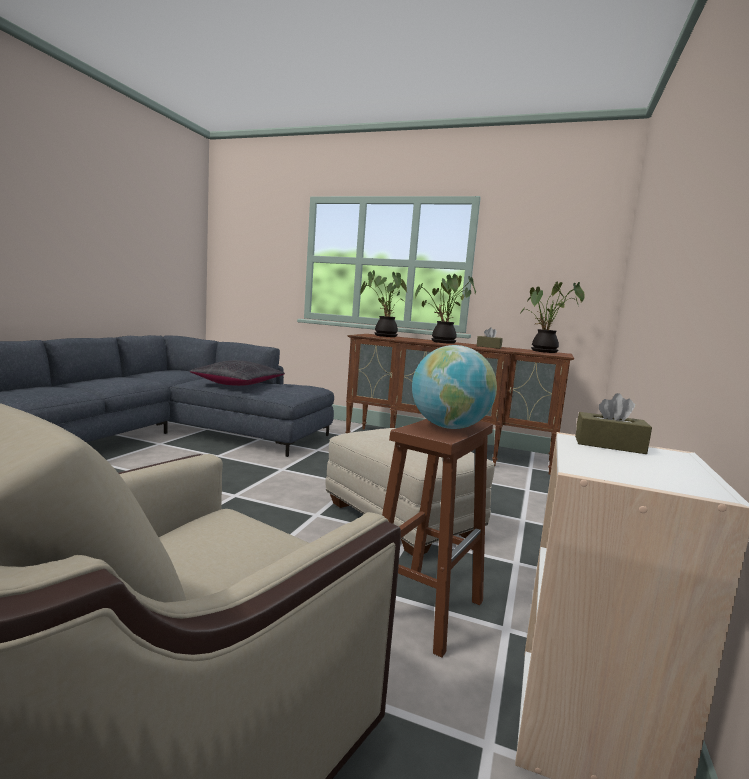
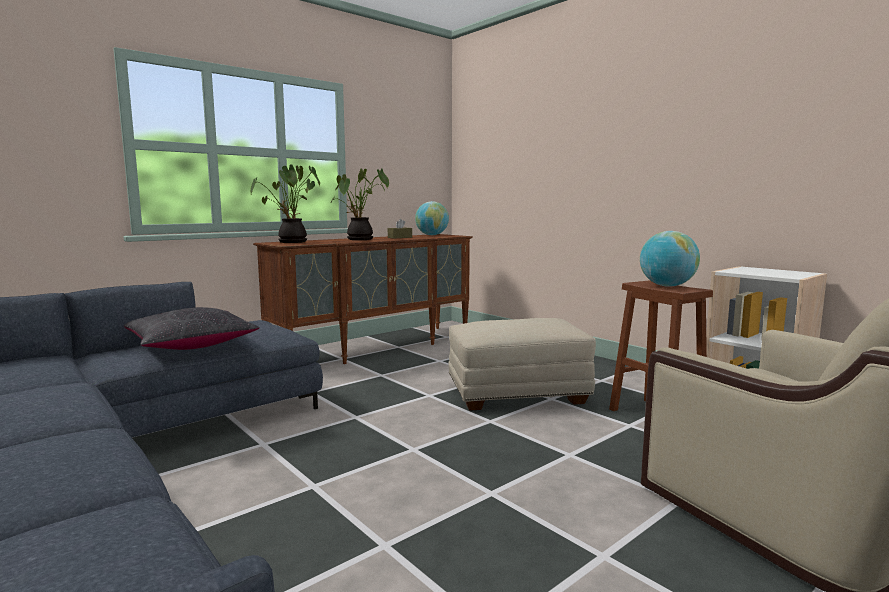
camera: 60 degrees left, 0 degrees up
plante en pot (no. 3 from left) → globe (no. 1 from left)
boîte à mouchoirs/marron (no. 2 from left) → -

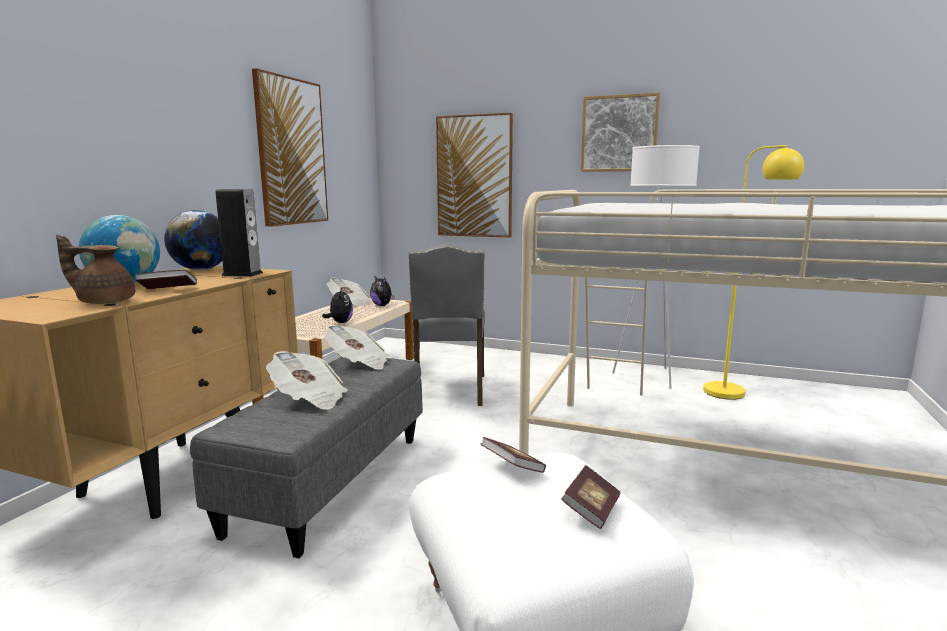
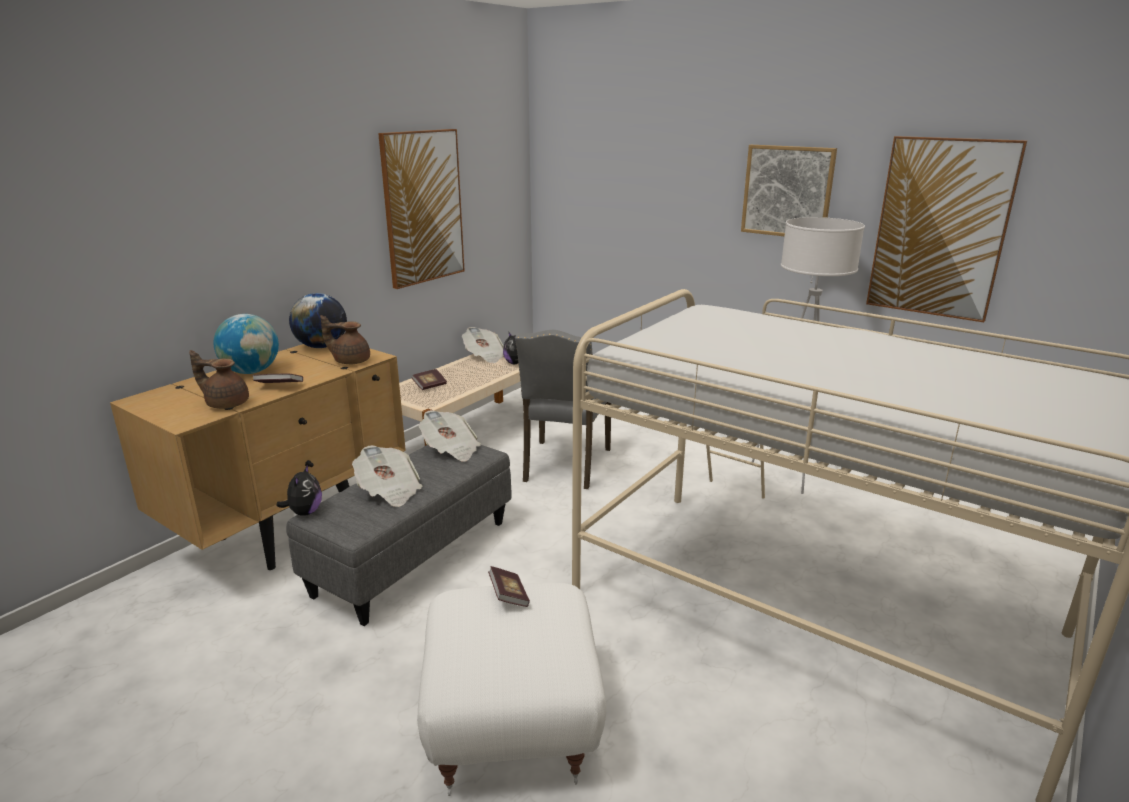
camera: 15 degrees right, 10 degrees up
tableau (no. 2 from left in the first image) → tableau (no. 3 from left), shifted
lampadaire/jaune → -
enceinte → théière/marron (no. 2 from left)
peluche (no. 1 from left), shifted
livre (no. 3 from left in the first image) → livre (no. 2 from left), shifted

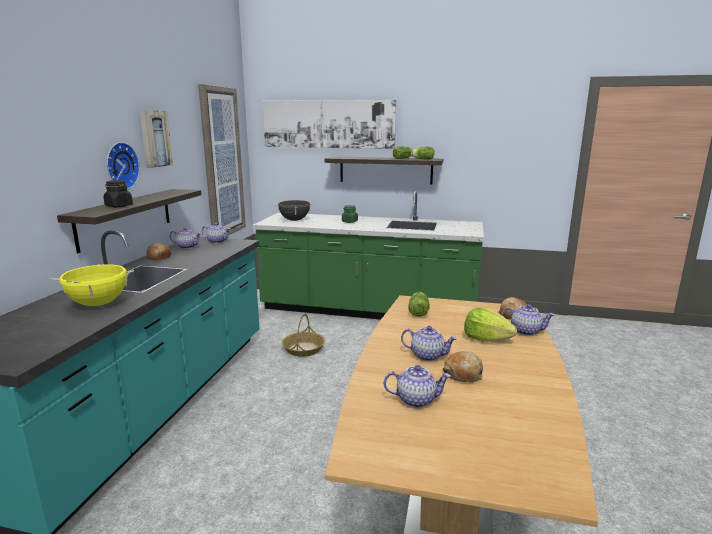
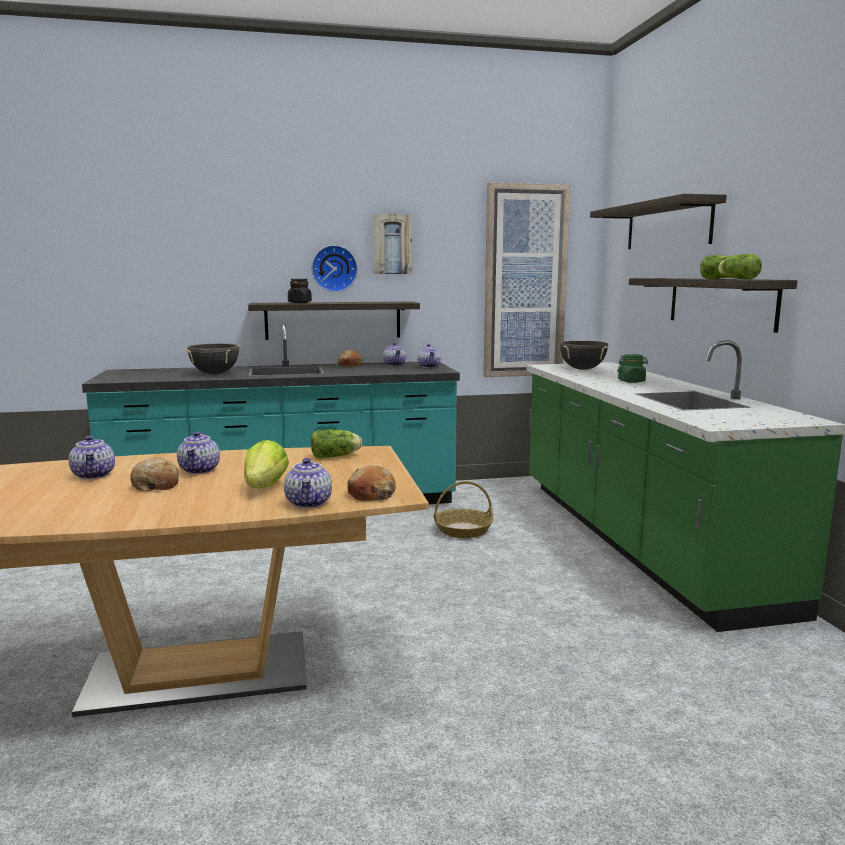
camera: 65 degrees right, 5 degrees down
tableau (no. 3 from left) → étagère (no. 2 from left)
marmite/jaune → marmite/noir (no. 1 from left)

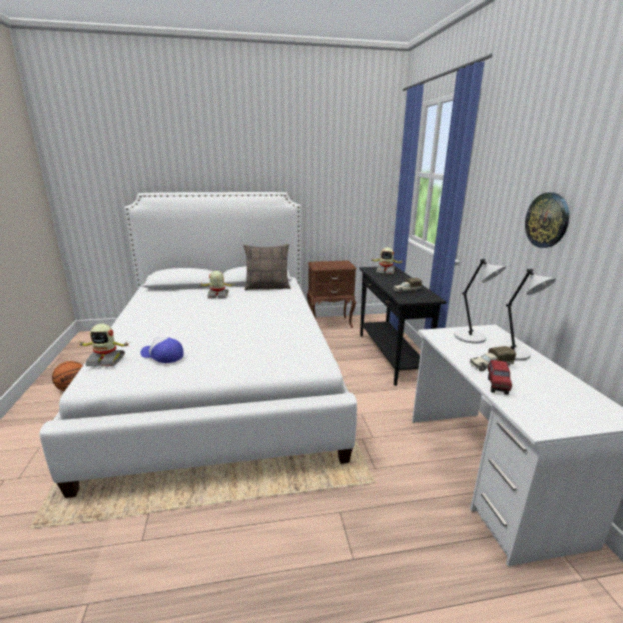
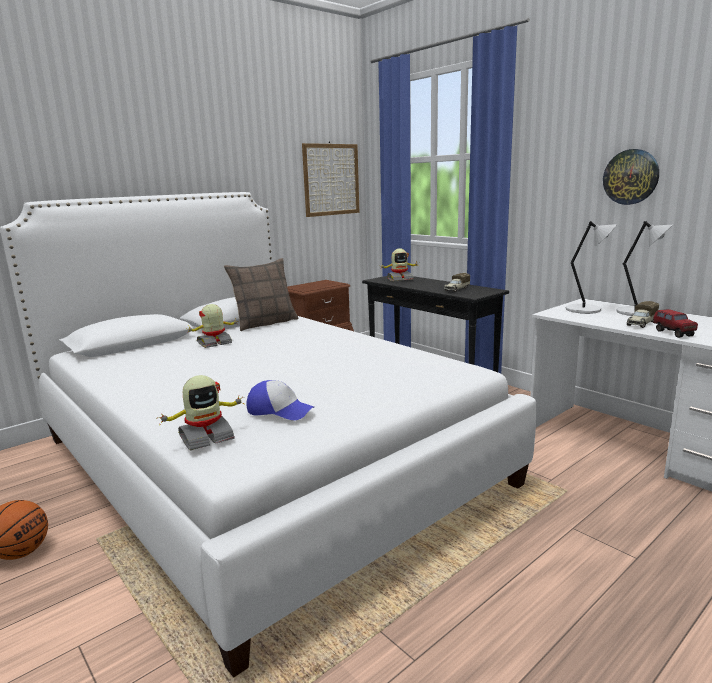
camera: 30 degrees left, 5 degrees down
casquette, 150 degrees counterclockwise
- → tableau

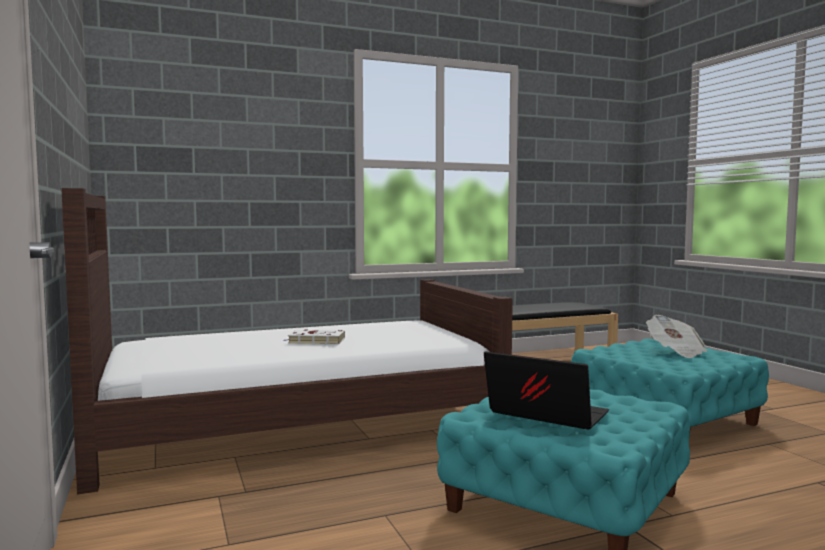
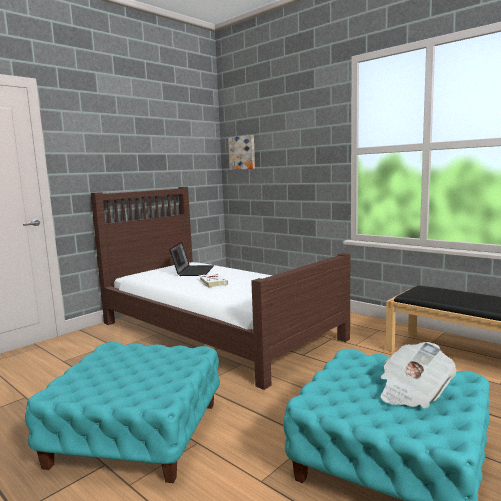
camera: 65 degrees right, 5 degrees up
ordinateur portable, shifted
- → tableau

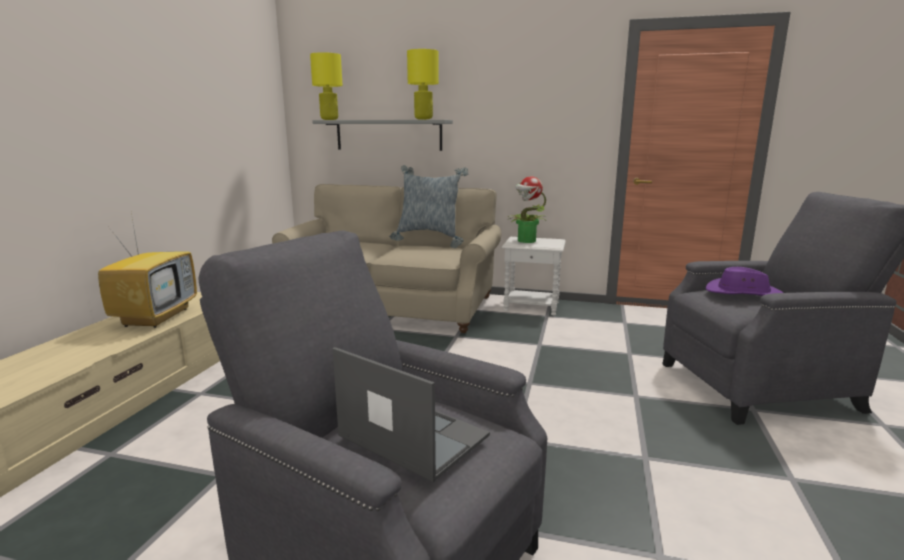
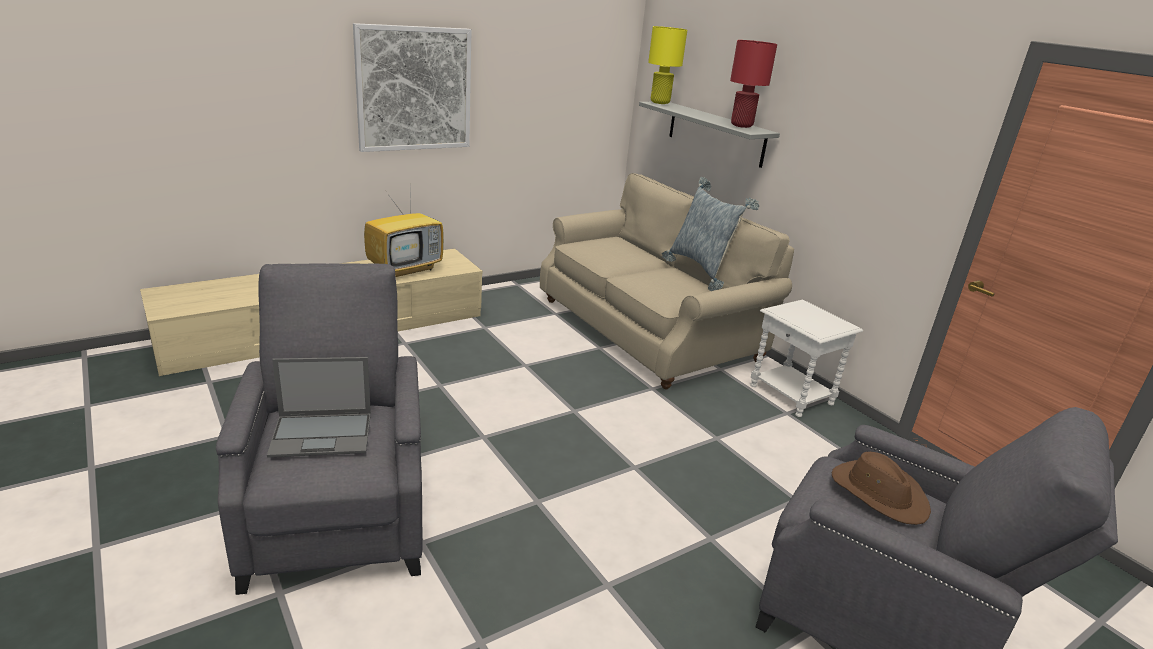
camera: 40 degrees right, 10 degrees up
lampe de table/jaune (no. 2 from left) → lampe de table/rouge
plante en pot → -
chapeau/violet → chapeau/marron
ordinateur portable, 90 degrees clockwise
- → tableau

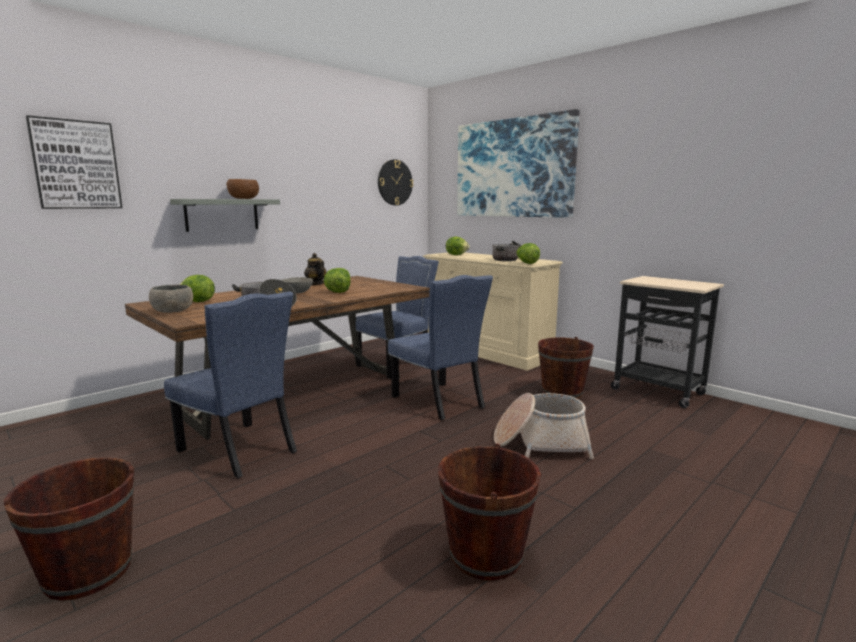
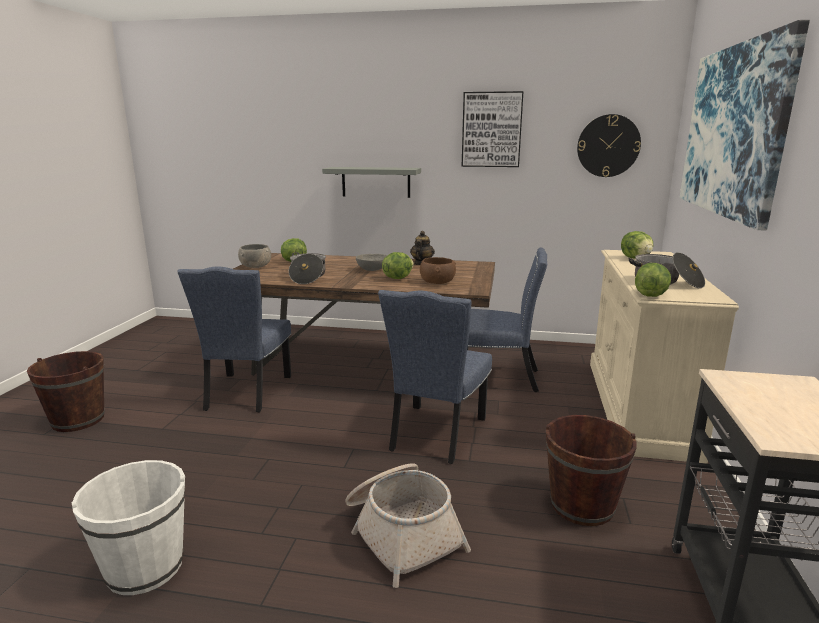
camera: 55 degrees right, 5 degrees up
tableau (no. 1 from left), shifted
bol/marron, shifted
seau/marron (no. 2 from left) → seau/blanc

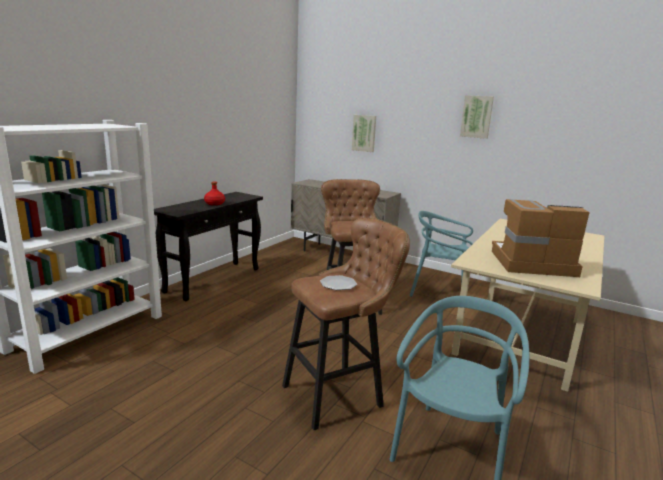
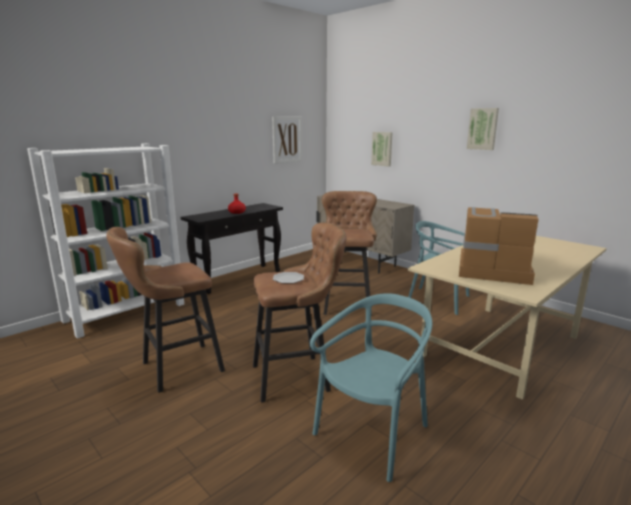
camera: 15 degrees right, 0 degrees up
- → tableau (no. 1 from left)
- → tabouret/marron (no. 1 from left)

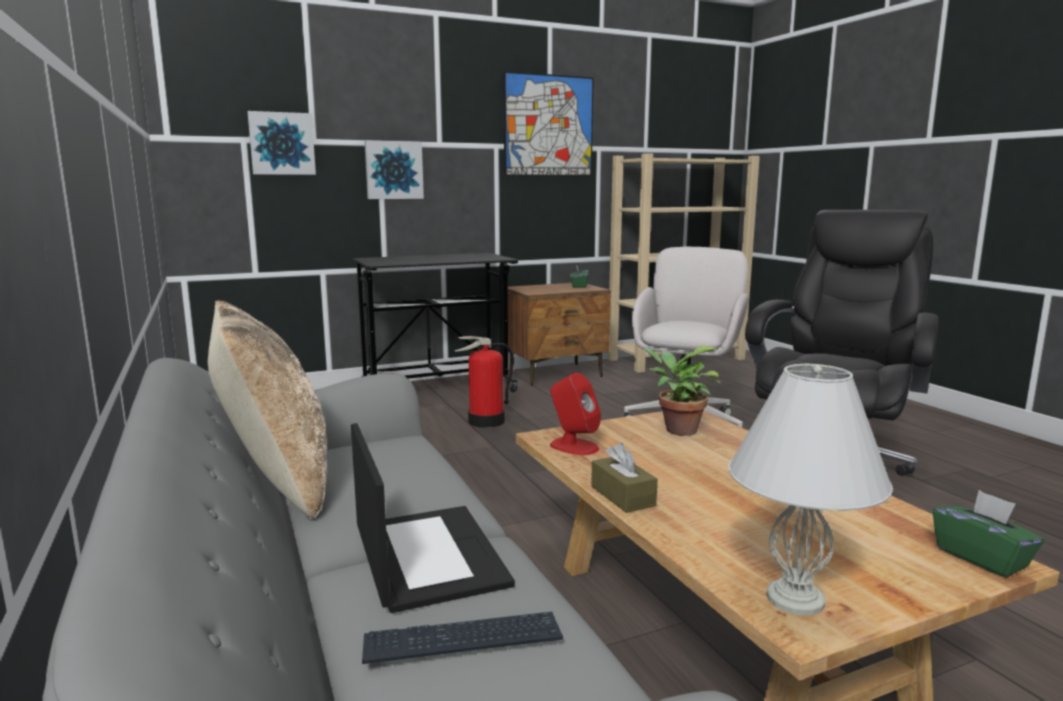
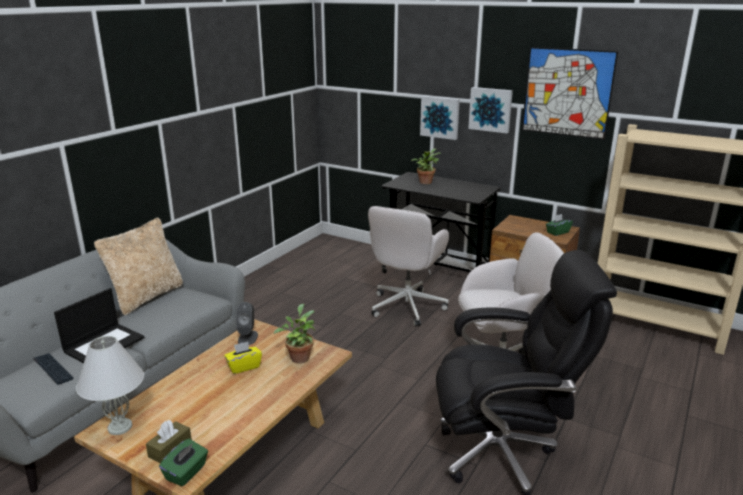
camera: 55 degrees right, 10 degrees up
tableau (no. 1 from left in the first image) → tableau (no. 2 from left), shifted
extincteur → chaise de bureau/blanc (no. 1 from left)
enceinte/rouge → enceinte/gris
boîte à mouchoirs/marron, shifted
- → plante en pot (no. 2 from left)
- → boîte à mouchoirs/jaune

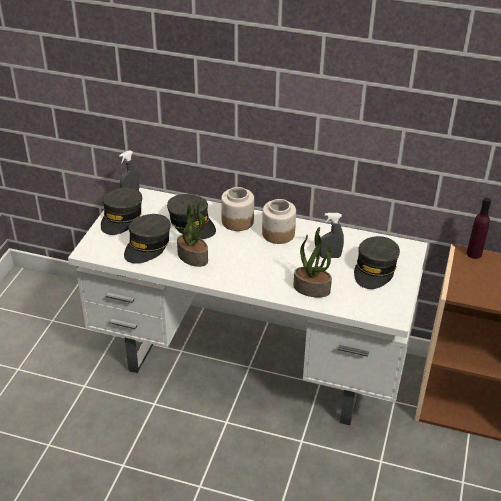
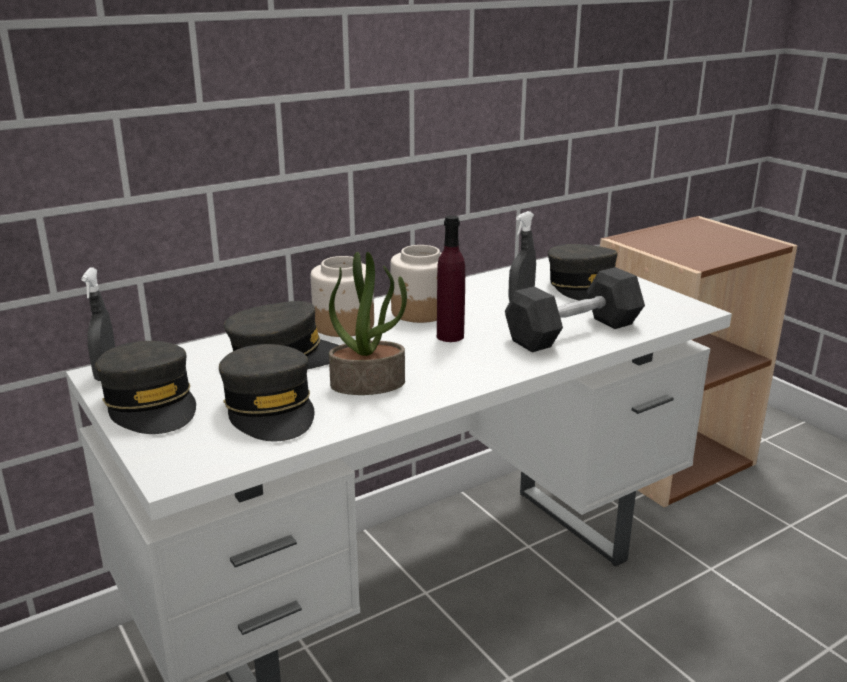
camera: 50 degrees left, 15 degrees down
bouteille/violet, shifted
plante en pot (no. 2 from left) → haltère/noir

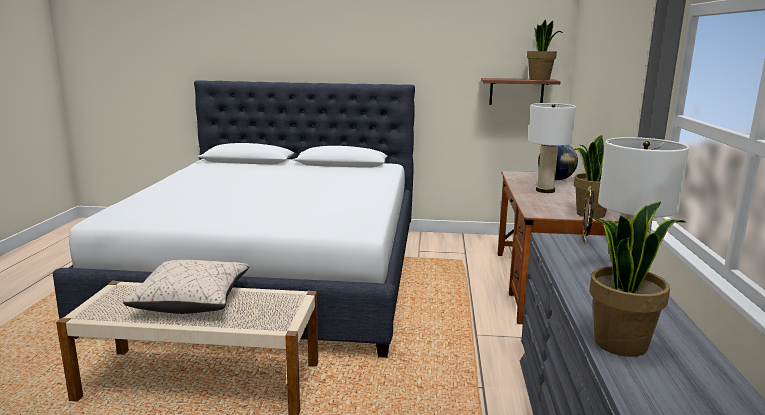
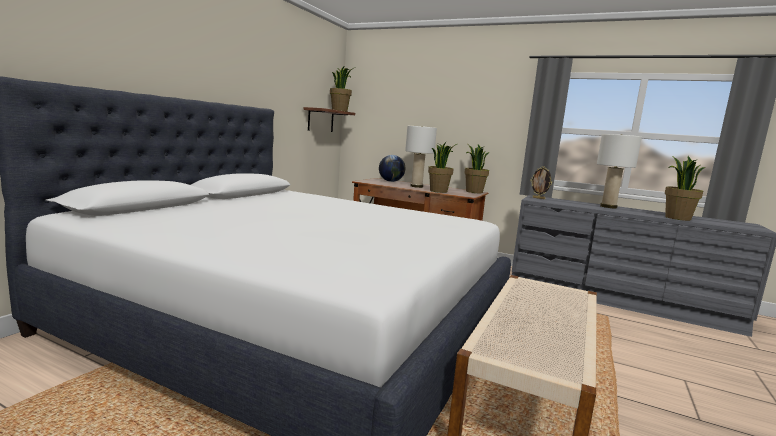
camera: 70 degrees left, 5 degrees down
coussin/beige → -
- → plante en pot (no. 2 from left)

